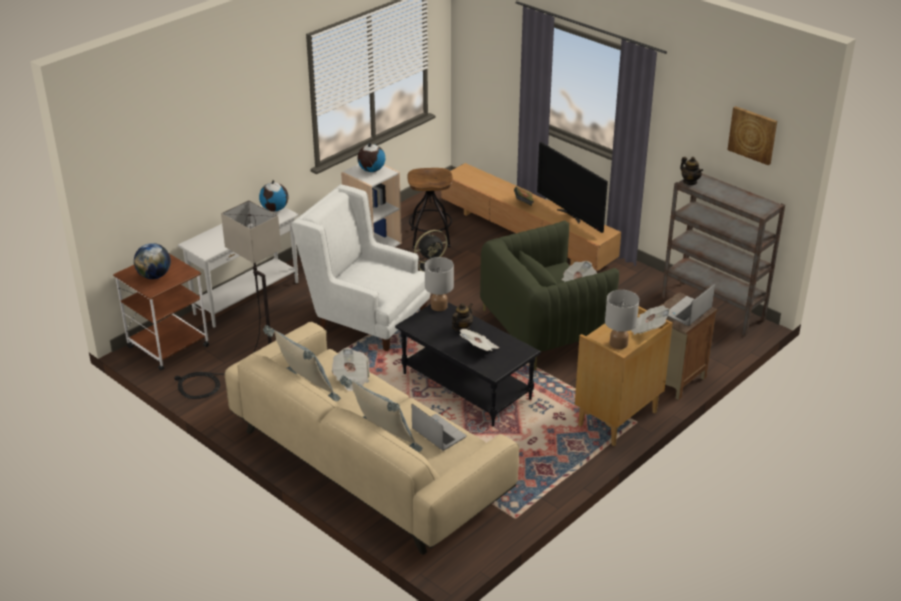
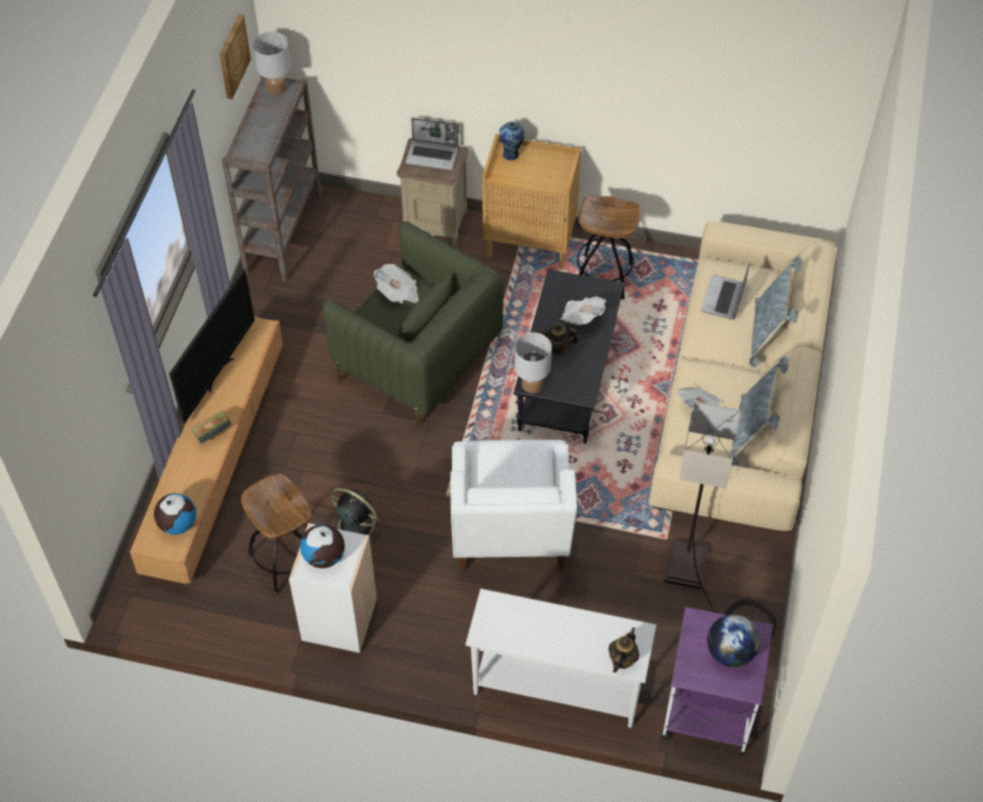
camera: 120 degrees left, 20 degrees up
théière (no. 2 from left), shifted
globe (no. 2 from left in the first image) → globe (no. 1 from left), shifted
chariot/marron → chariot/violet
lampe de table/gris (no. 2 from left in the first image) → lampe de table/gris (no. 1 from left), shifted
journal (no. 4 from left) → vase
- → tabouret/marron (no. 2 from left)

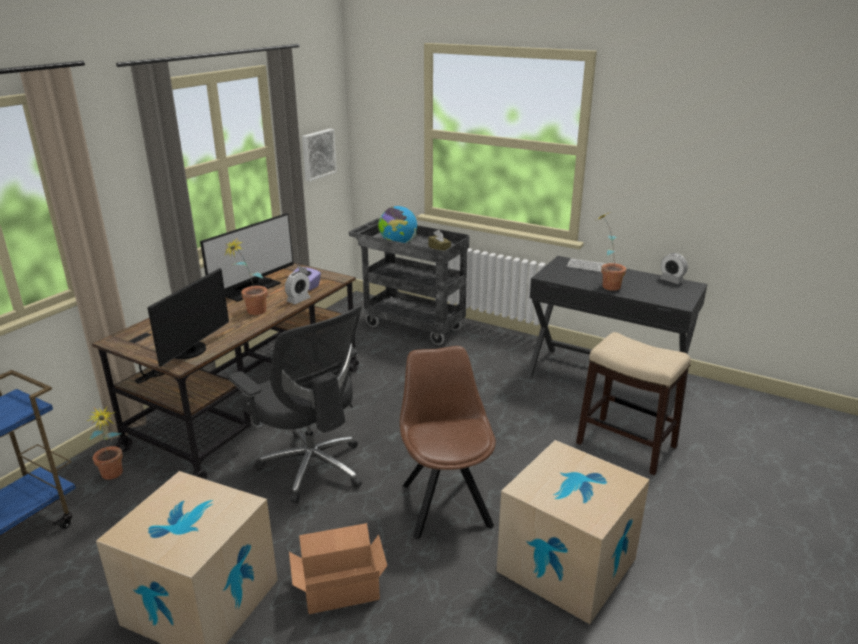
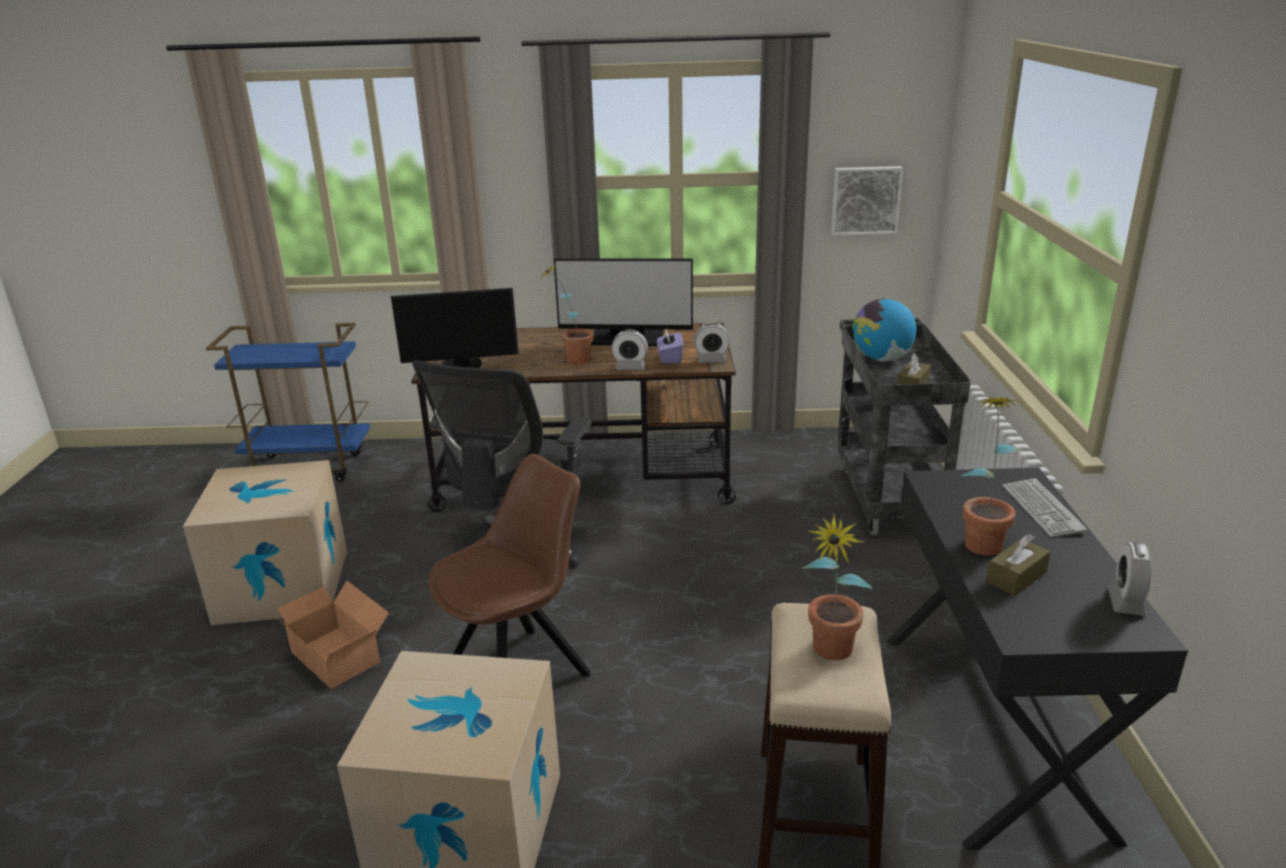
camera: 60 degrees right, 0 degrees up
plante en pot (no. 1 from left in the first image) → plante en pot (no. 2 from left), shifted
- → réveil (no. 2 from left)
- → boîte à mouchoirs/marron (no. 2 from left)

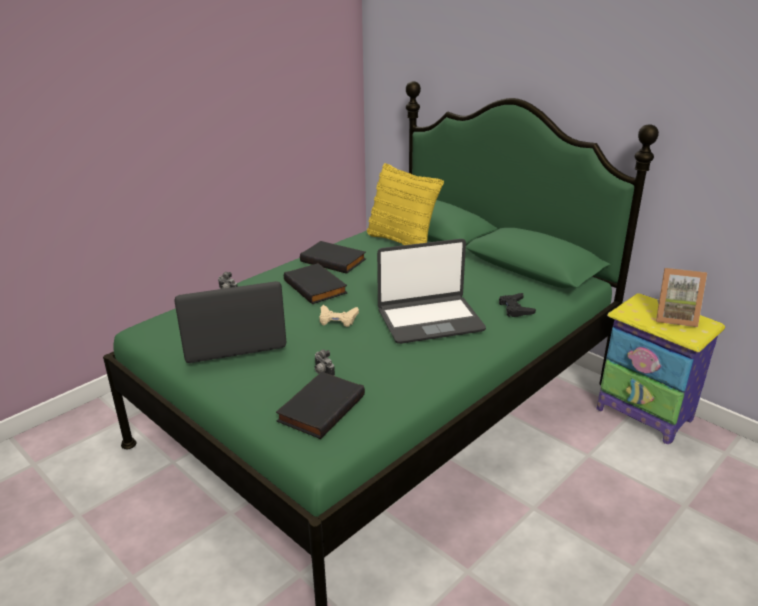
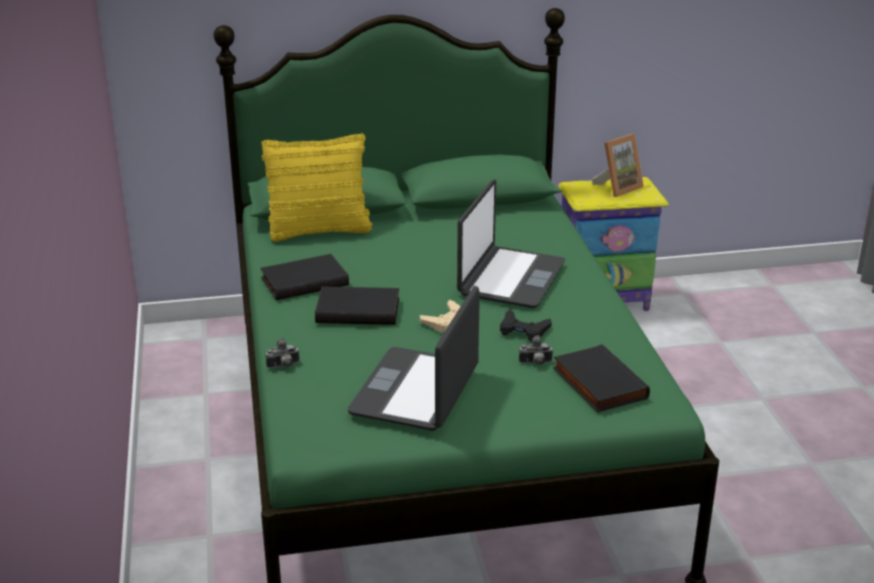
camera: 55 degrees left, 0 degrees up
manette/noir, shifted

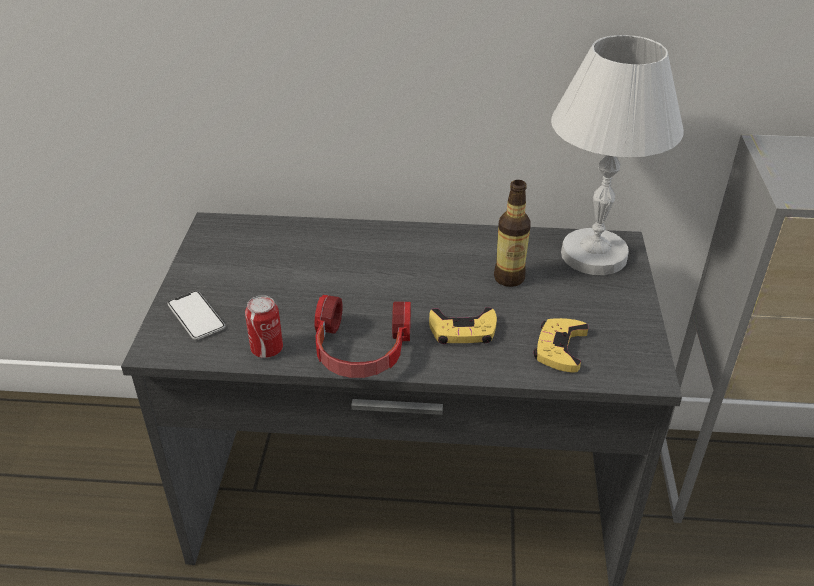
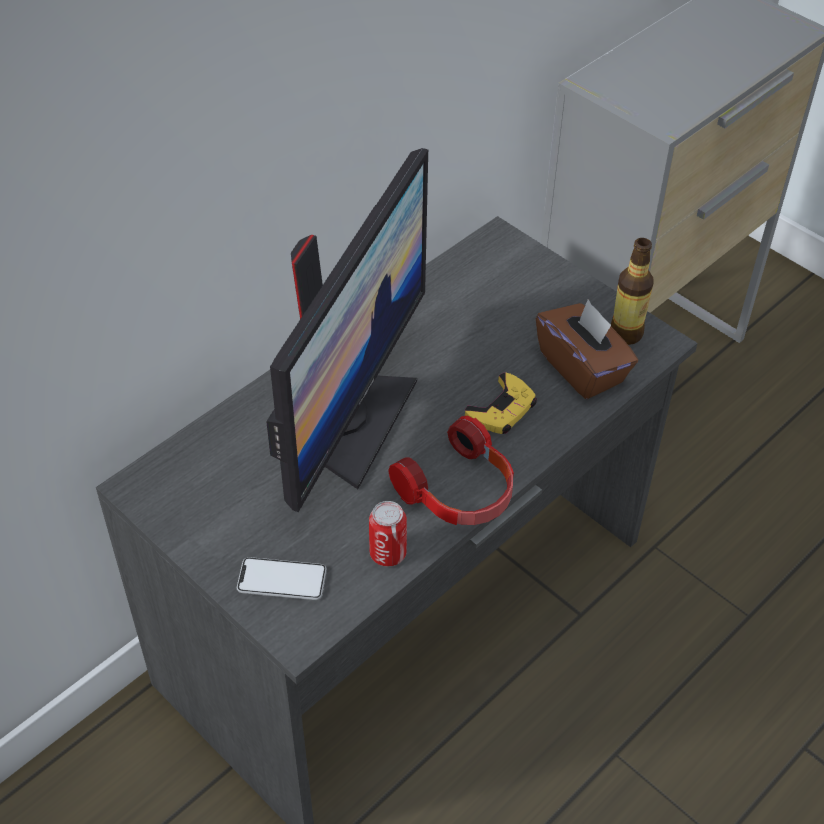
camera: 50 degrees left, 10 degrees up
lampe de table/blanc → -
bouteille, shifted
manette/jaune (no. 2 from left) → boîte à mouchoirs/marron
- → écran d'ordinateur

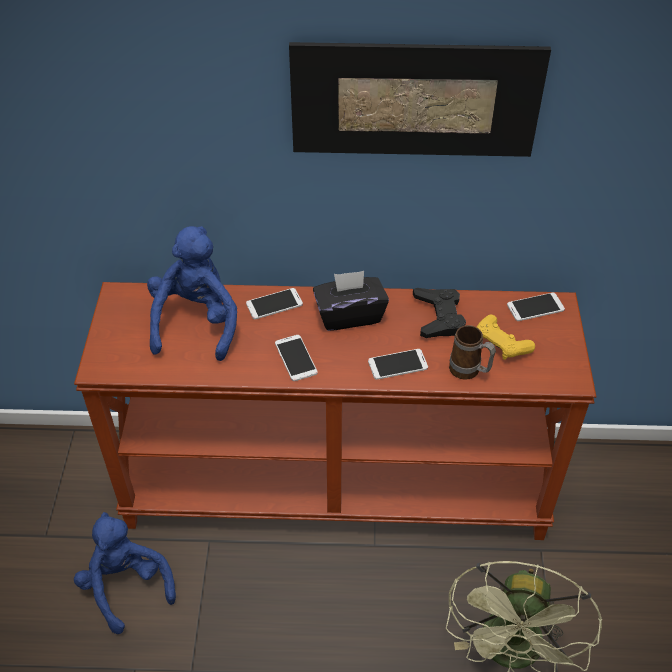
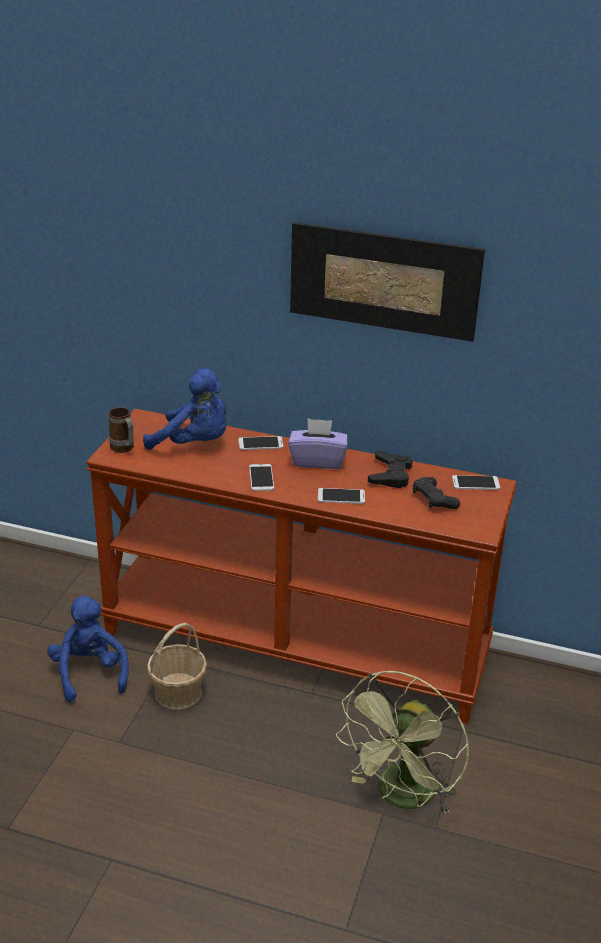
camera: 15 degrees right, 15 degrees down
peluche/bleu (no. 2 from left), 90 degrees clockwise
boîte à mouchoirs/noir → boîte à mouchoirs/violet
manette/jaune → manette/noir (no. 2 from left)
mug, shifted
- → panier

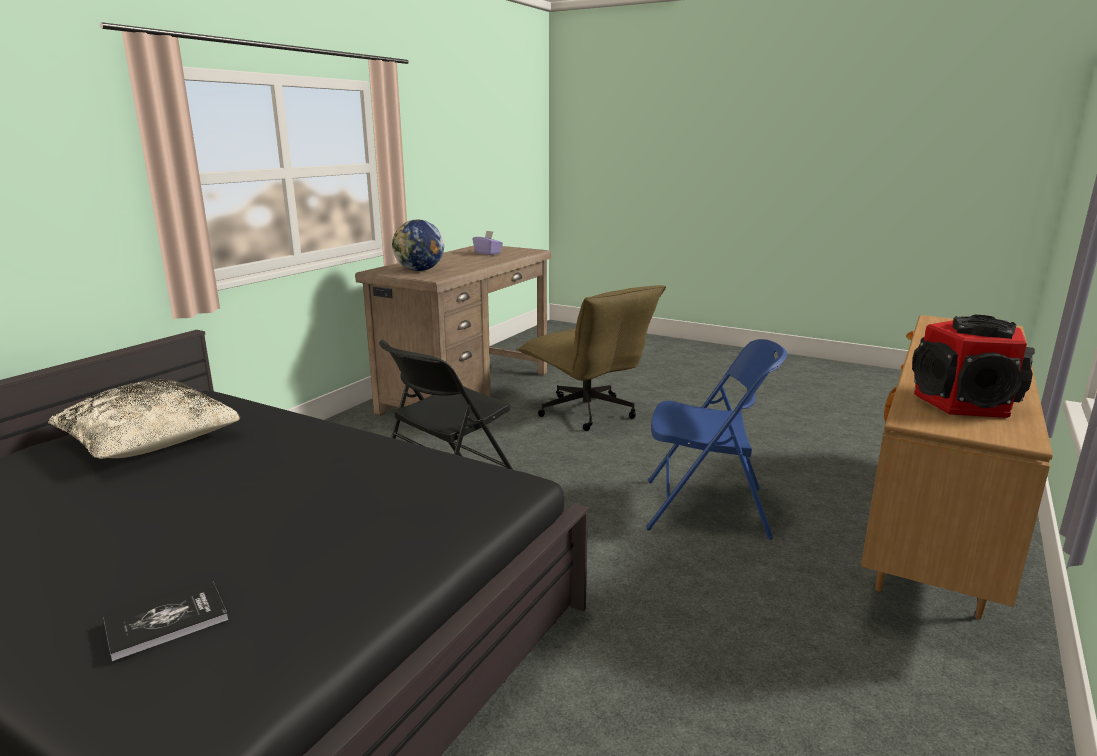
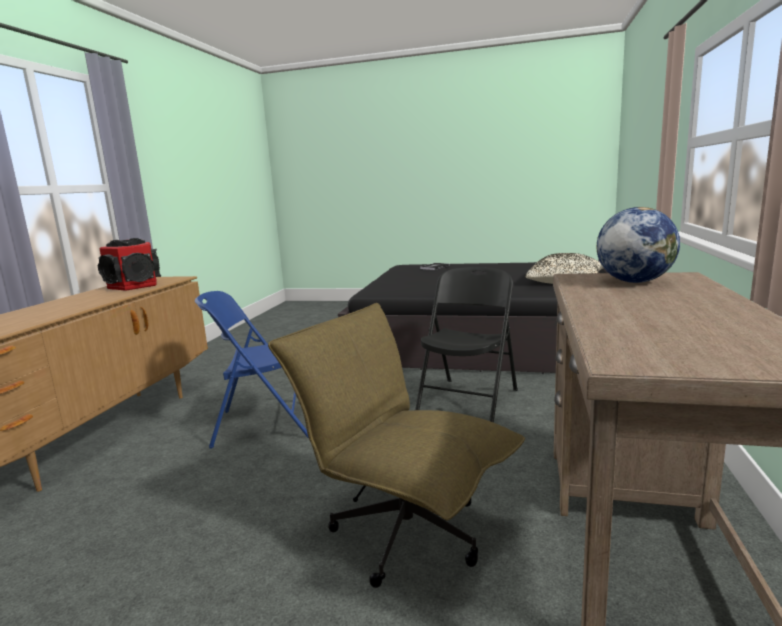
camera: 165 degrees right, 5 degrees down
boîte à mouchoirs/violet → -

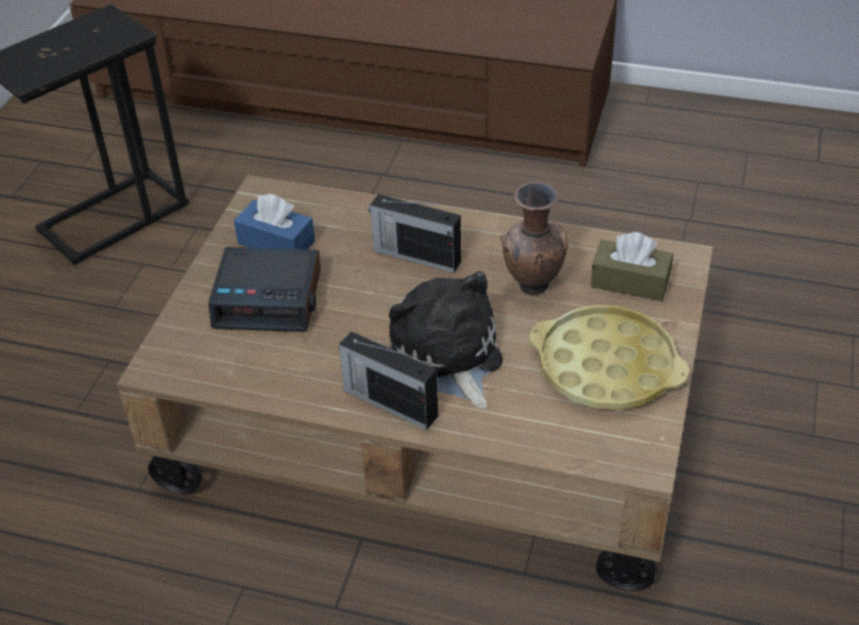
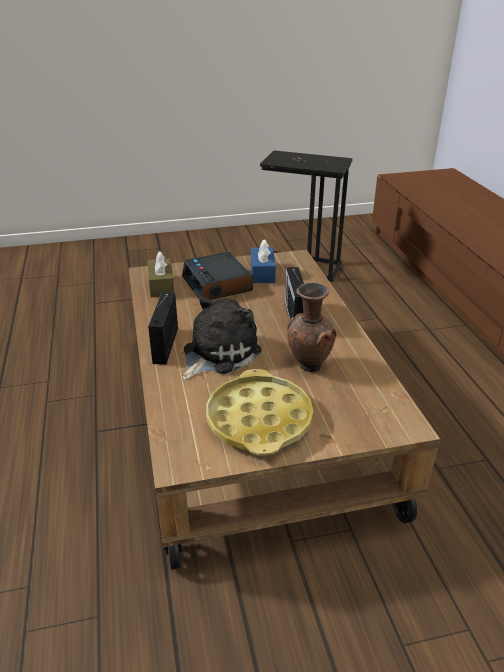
camera: 60 degrees right, 10 degrees down
boîte à mouchoirs/marron, shifted

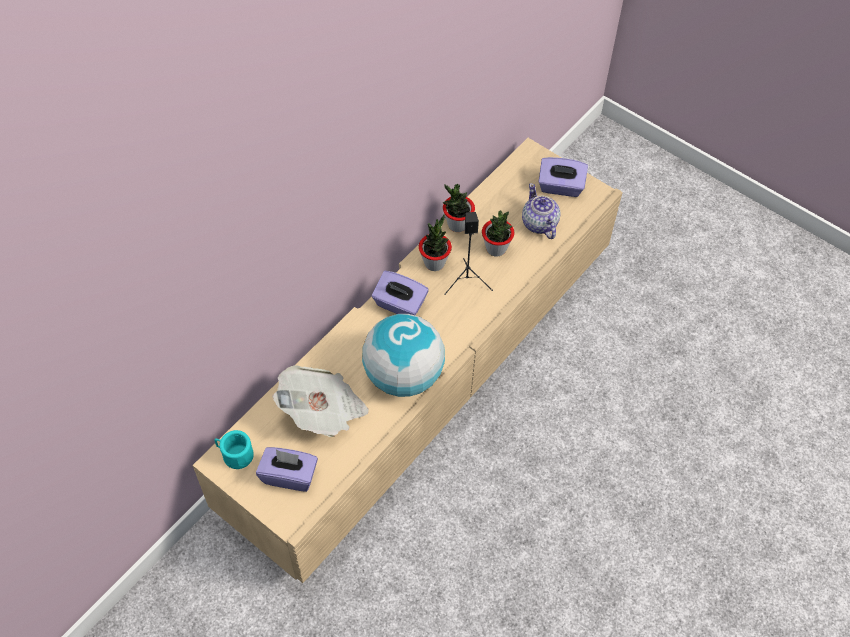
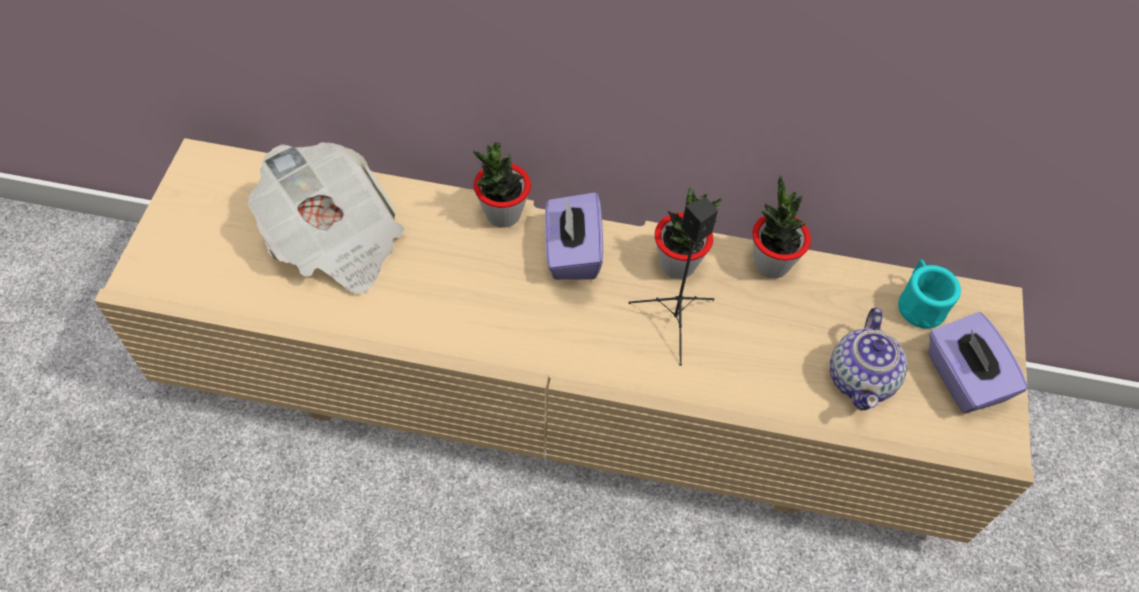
camera: 60 degrees right, 0 degrees up
théière, 150 degrees clockwise
plante en pot (no. 3 from left in the first image) → plante en pot (no. 1 from left), shifted
globe → -
mug/turquoise, shifted
boîte à mouchoirs/violet (no. 1 from left) → -

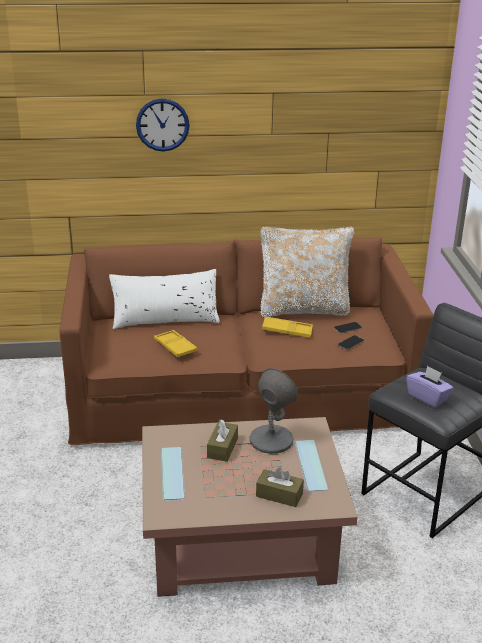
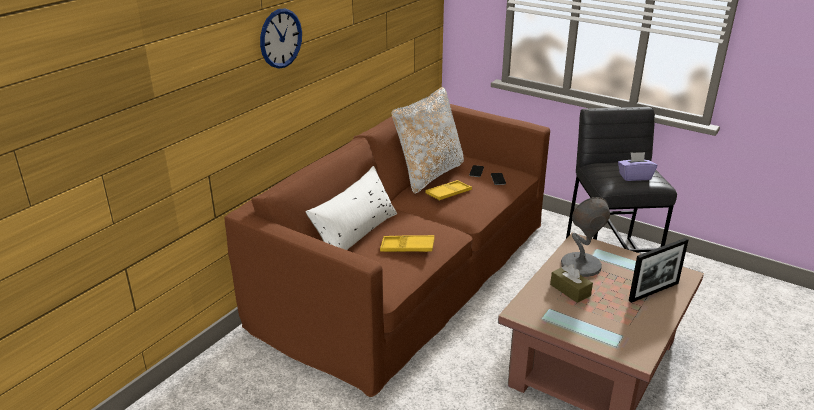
camera: 50 degrees left, 0 degrees up
boîte à mouchoirs/marron (no. 2 from left) → cadre photo

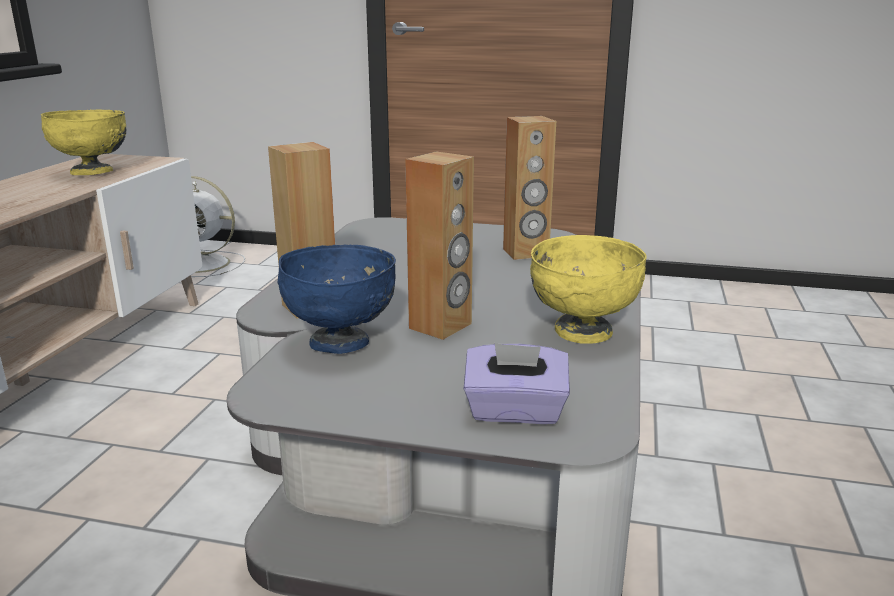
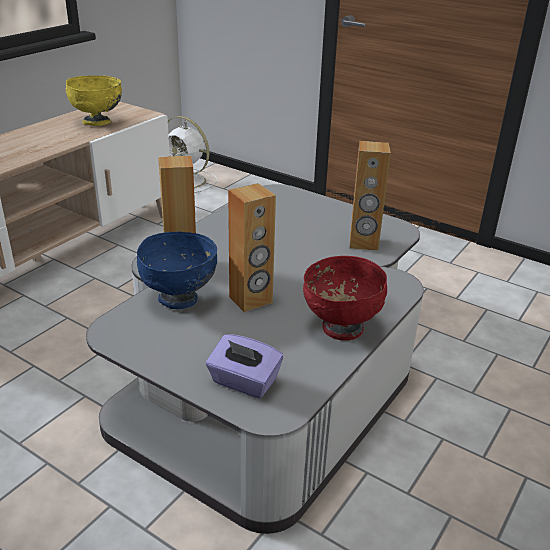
camera: 20 degrees right, 10 degrees up
bol/jaune (no. 2 from left) → bol/rouge

